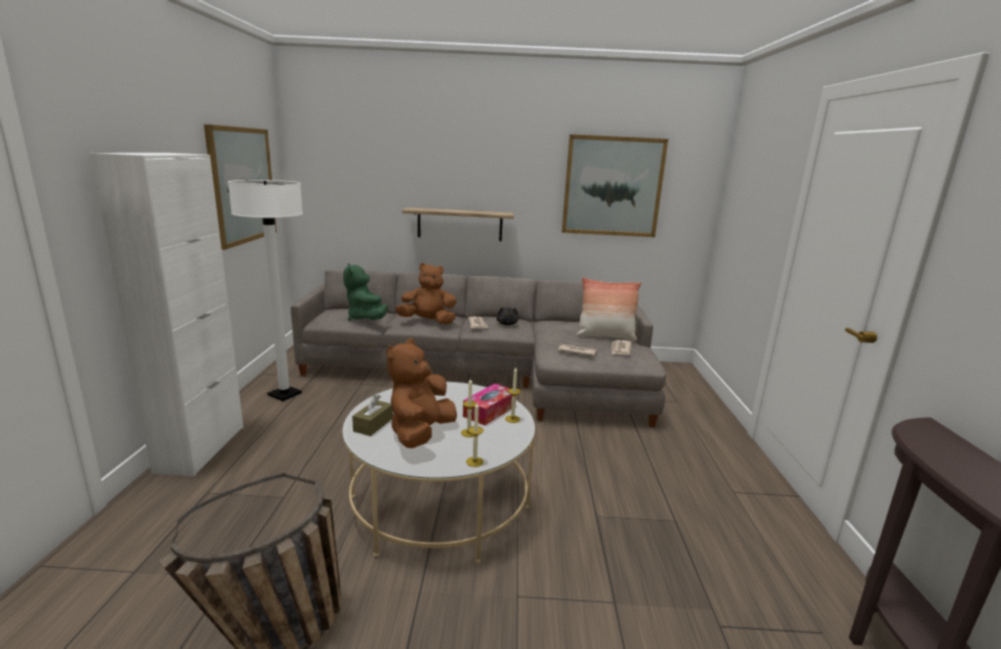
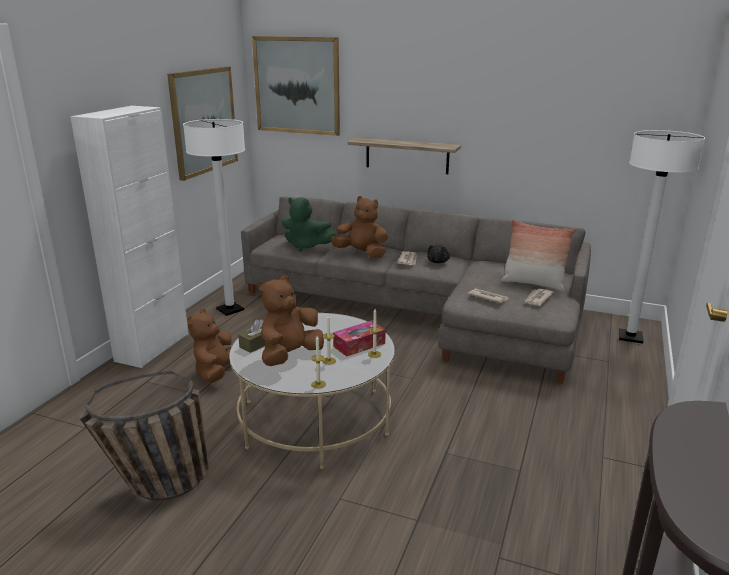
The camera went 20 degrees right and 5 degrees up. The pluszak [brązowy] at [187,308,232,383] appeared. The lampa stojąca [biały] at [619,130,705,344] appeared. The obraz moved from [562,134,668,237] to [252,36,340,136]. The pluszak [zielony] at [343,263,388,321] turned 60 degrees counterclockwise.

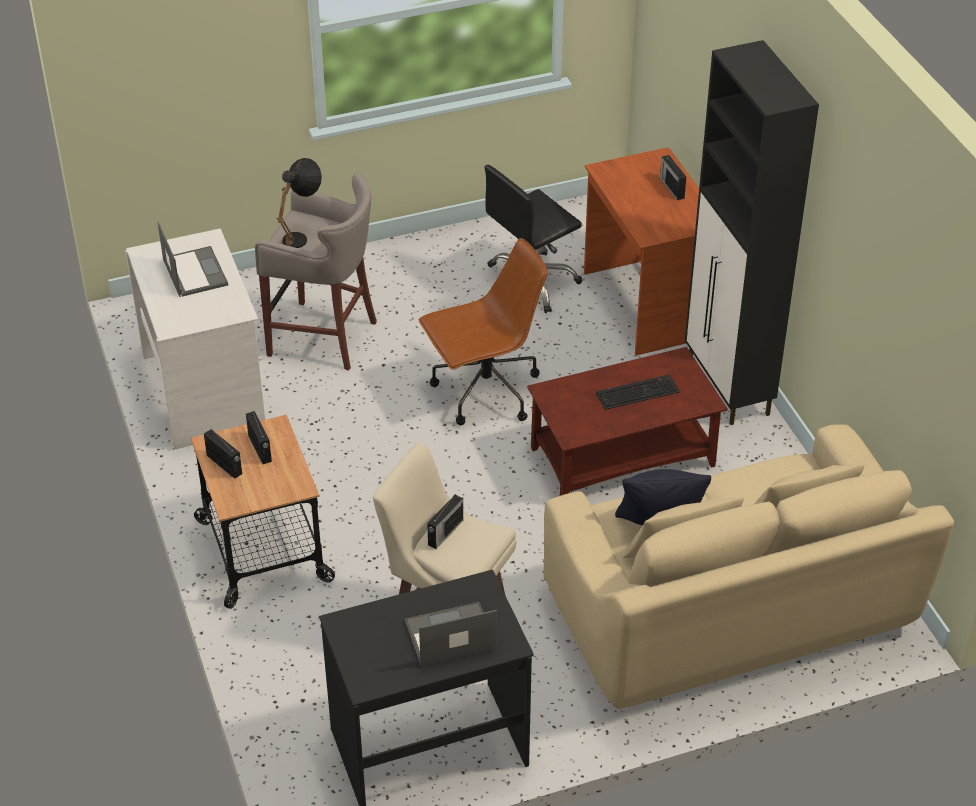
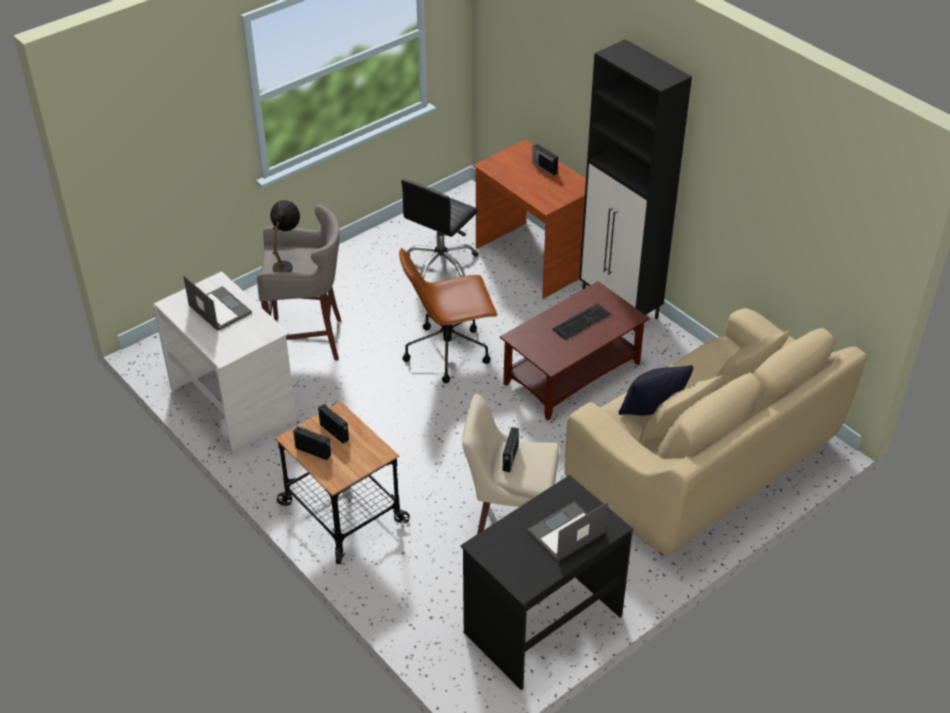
The camera went 20 degrees left and 0 degrees up. The krzesło biurowe [brązowy] at [419,238,548,425] turned 150 degrees counterclockwise.

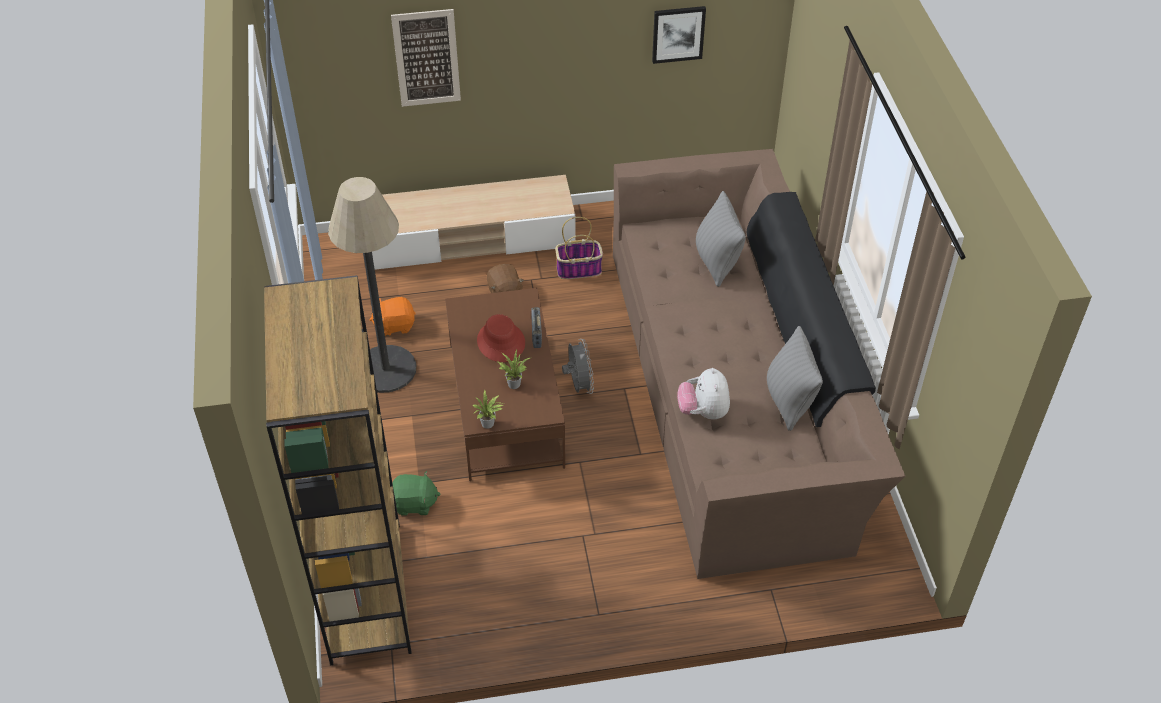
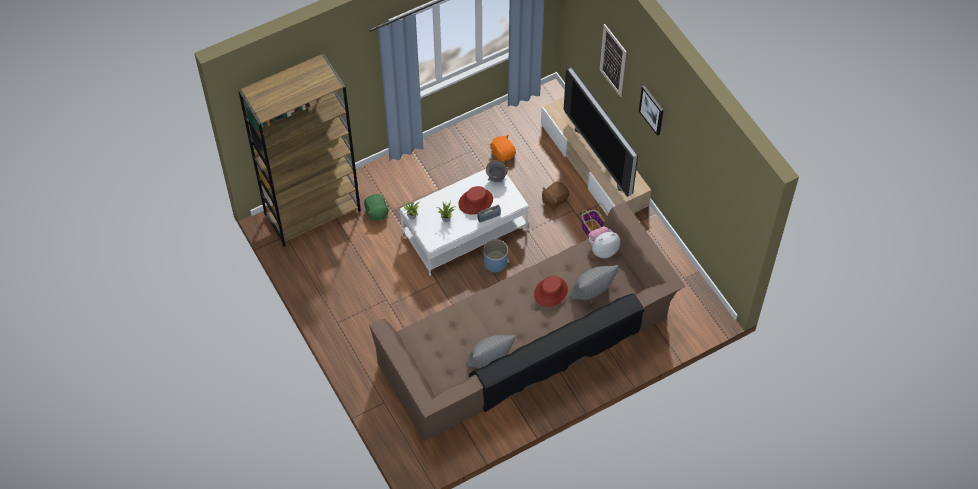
The camera went 70 degrees right and 10 degrees up. The lampa stojąca at [328,177,416,393] disappeared. The miska [szary] at [486,160,508,183] appeared. The kapelusz [czerwony] at [534,276,568,307] appeared. The telewizor at [563,67,638,197] appeared. The obraz moved from [652,6,706,64] to [639,85,663,136]. The pluszak moved from [677,368,730,419] to [588,227,620,258]. The wentylator [szary] at [562,339,594,394] was replaced by the donica [niebieski] at [483,239,508,273]. The ława [brązowy] at [445,288,565,481] became the ława [biały] at [400,169,528,276].

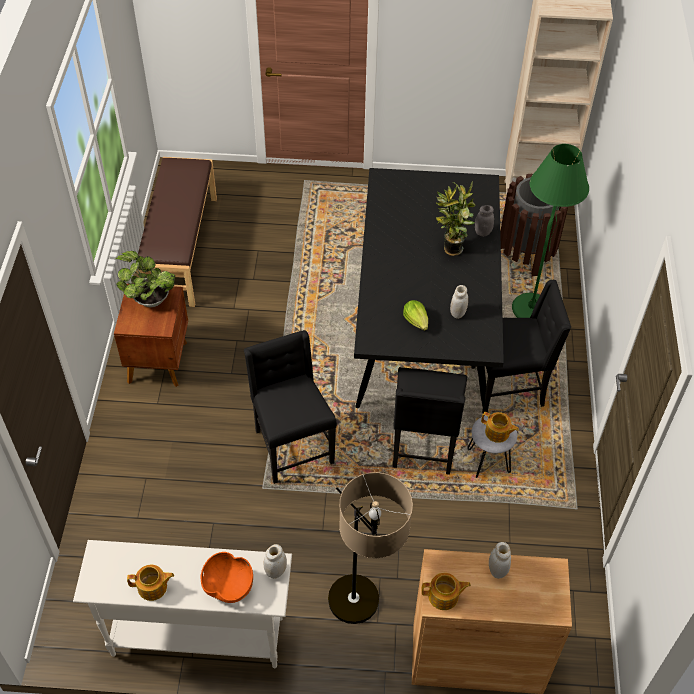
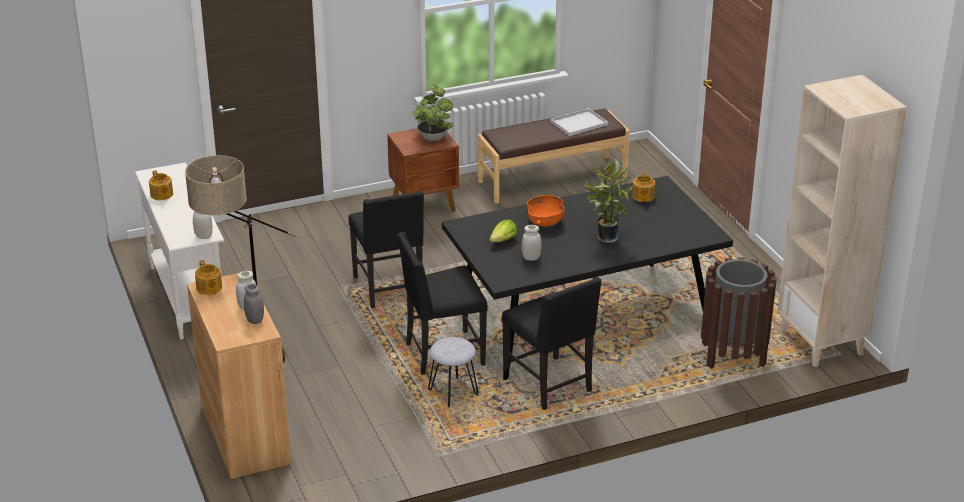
The camera went 65 degrees right and 20 degrees down. The lampa stojąca [zielony] at [512,144,589,318] disappeared. The taca [biały] at [550,108,608,136] appeared. The miska [pomarańczowy] moved from [201,552,253,603] to [527,195,565,226]. The słoik [szary] moved from [475,205,494,236] to [244,284,264,324]. The imbryk moved from [481,412,519,443] to [632,171,655,202]. The krzesło [czarny] at [244,330,337,484] turned 120 degrees clockwise.

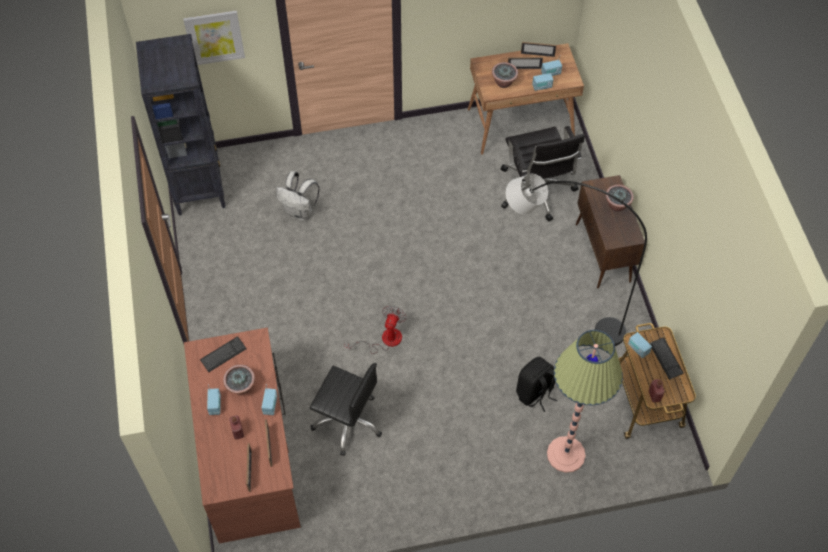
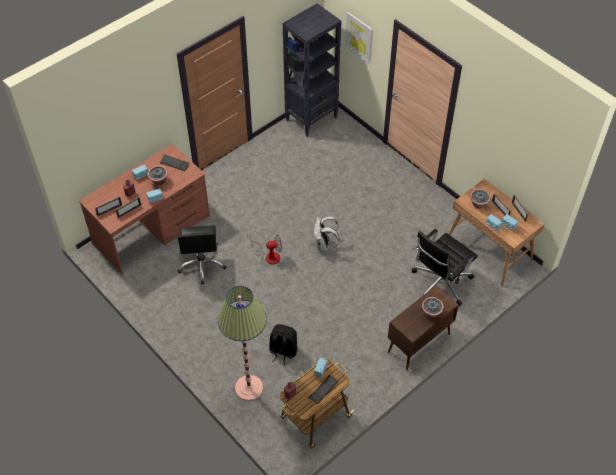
The camera went 60 degrees right and 5 degrees down. The lampa stojąca [czarny] at [506,174,647,346] disappeared. The plecak [biały] moved from [276,171,319,220] to [313,216,339,251].

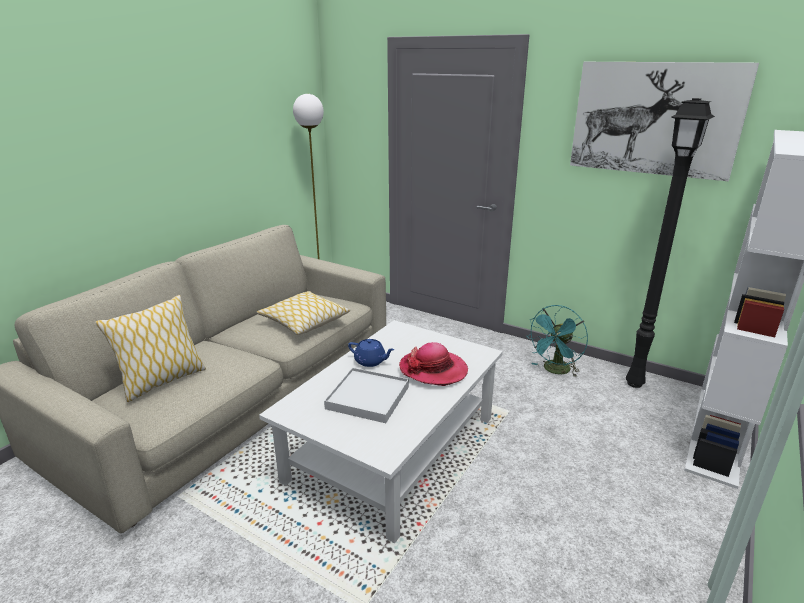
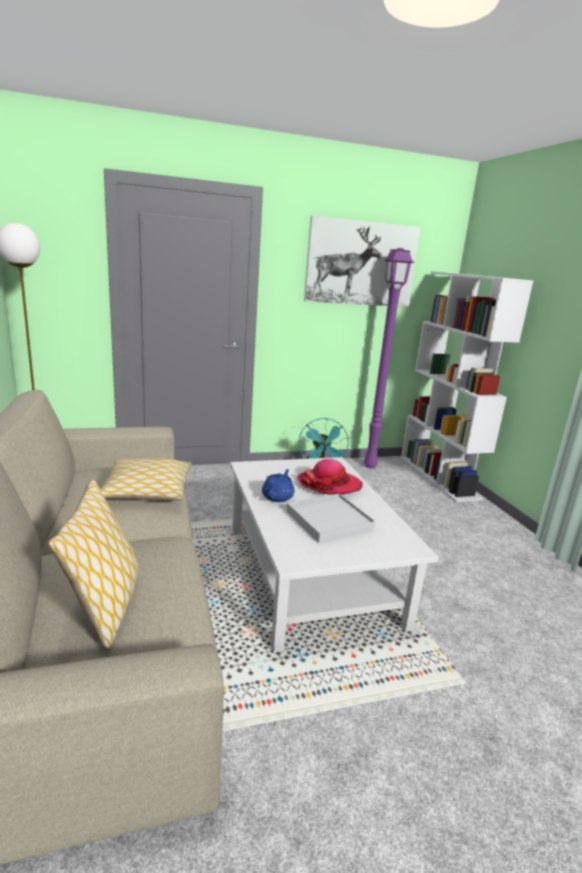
The camera went 50 degrees left and 5 degrees down. The lampa stojąca [czarny] at [626,98,715,388] became the lampa stojąca [fioletowy] at [364,248,414,469]. The imbryk [niebieski] at [348,339,395,367] turned 45 degrees counterclockwise.

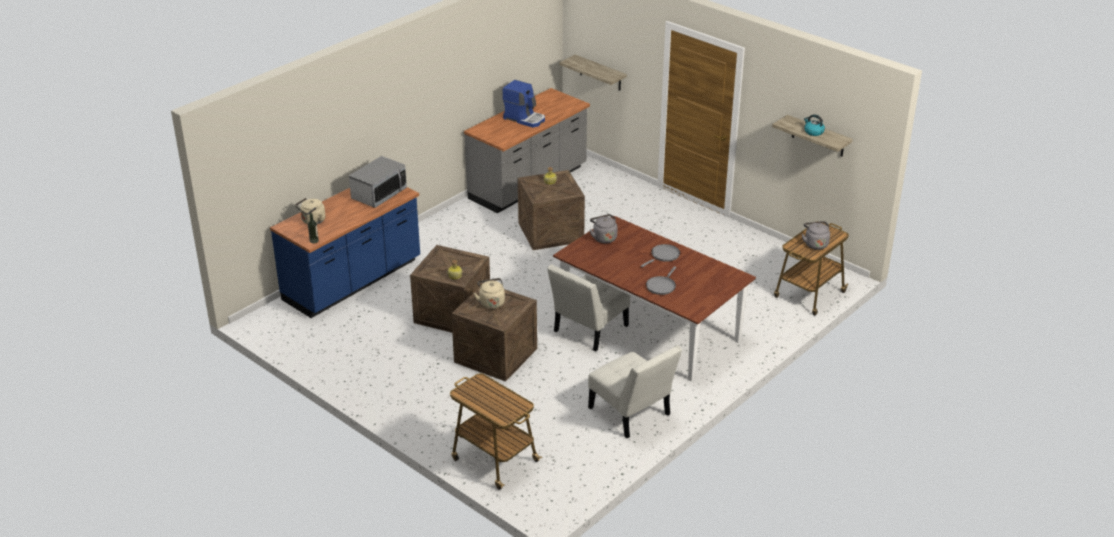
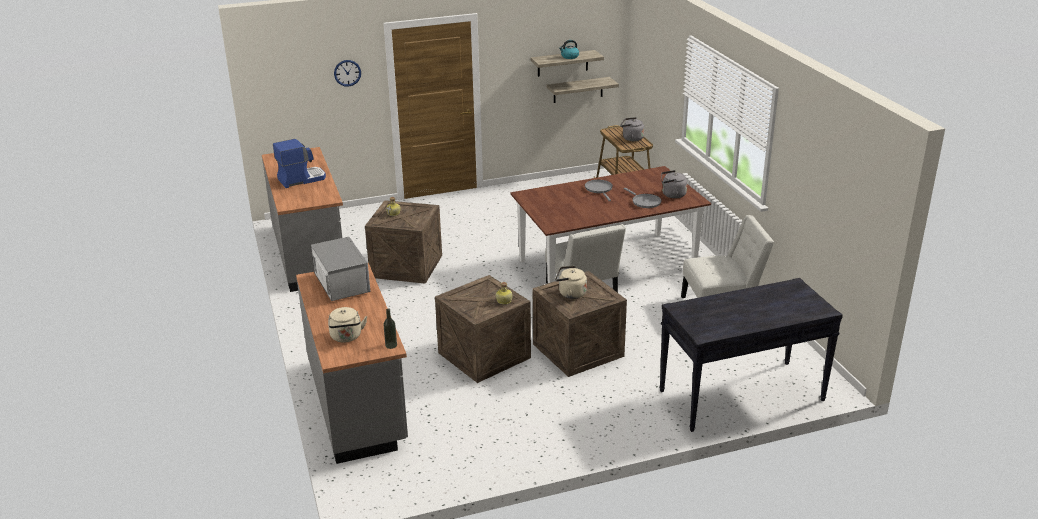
The camera went 60 degrees left and 5 degrees down. The zegar ścienny at [334,60,361,87] appeared. The półka moved from [560,55,627,90] to [547,77,619,103]. The czajnik [szary] moved from [590,214,617,243] to [661,170,687,198]. The wózek at [450,373,542,490] was replaced by the stolik konsolowy [czarny] at [660,278,843,432]. The zabudowa kuchenna [niebieski] at [270,187,420,318] became the zabudowa kuchenna [szary] at [296,263,408,464].

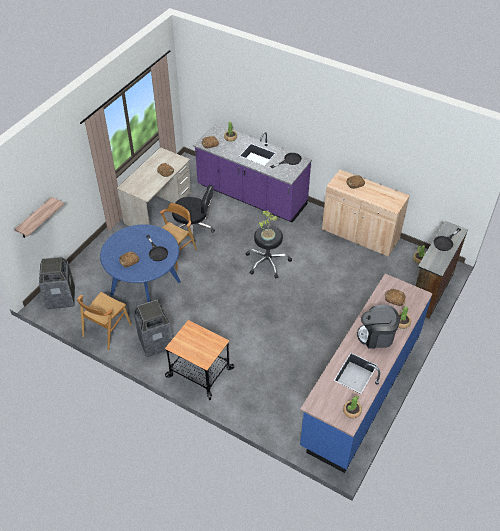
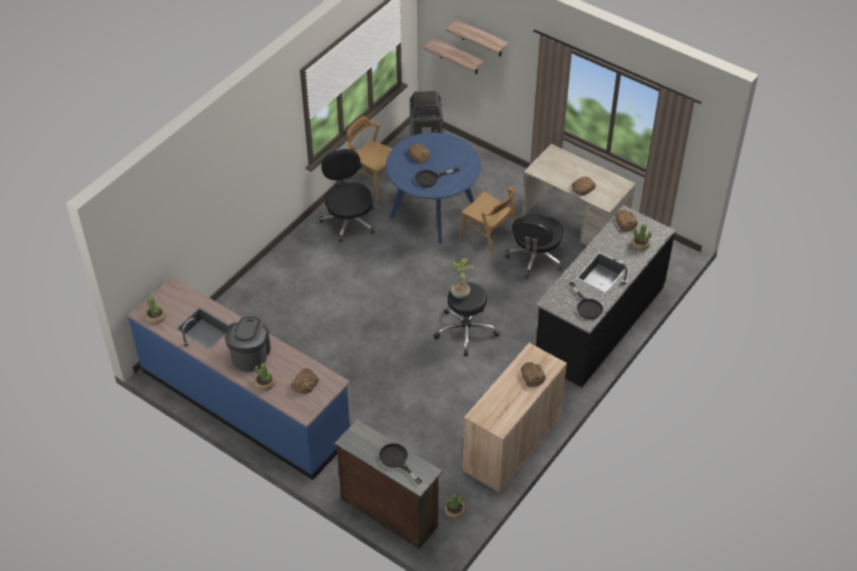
The camera went 95 degrees right and 0 degrees up. The wózek at [165,320,234,400] disappeared. The półka at [446,19,509,57] appeared. The kosz na śmieci at [133,300,172,357] was replaced by the krzesło biurowe [czarny] at [320,149,375,242]. The zabudowa kuchenna [fioletowy] at [193,123,312,223] became the zabudowa kuchenna [czarny] at [536,205,676,388].

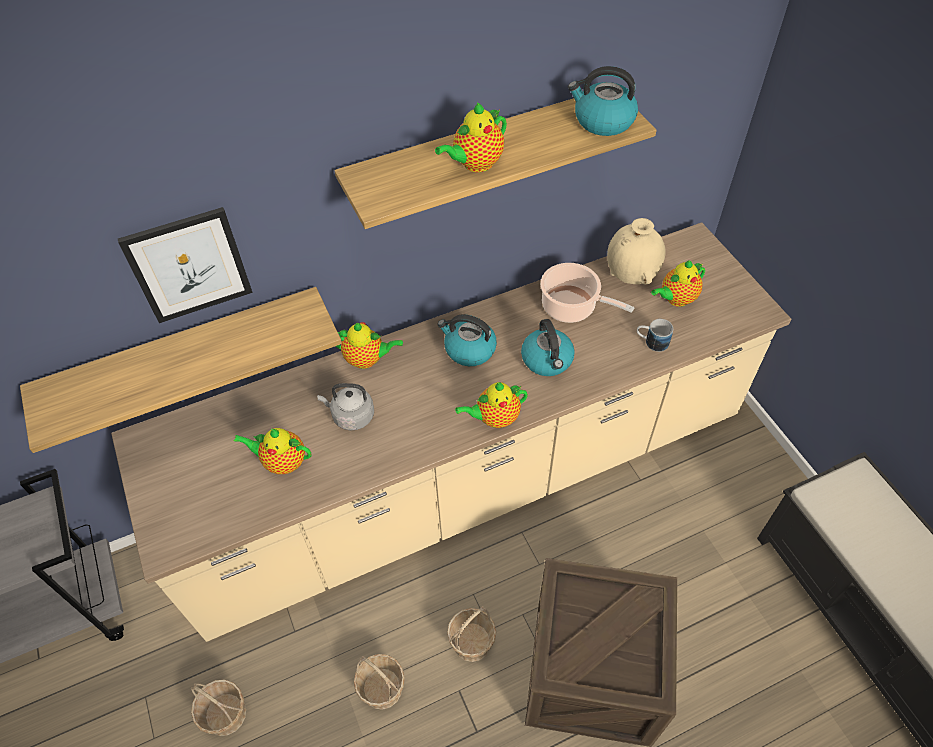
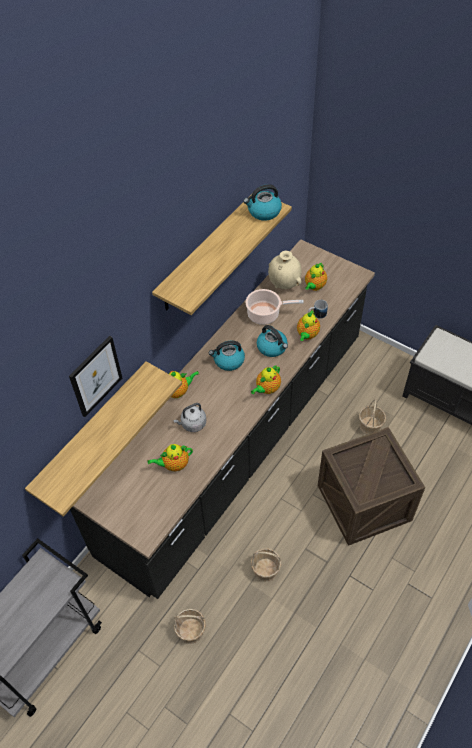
The camera went 30 degrees left and 0 degrees up. The imbryk moved from [435,103,507,172] to [297,310,320,341]. The koszyk moved from [447,606,496,662] to [359,399,386,434]. The zabudowa kuchenna [beżowy] at [111,222,792,642] became the zabudowa kuchenna [czarny] at [70,239,375,599].

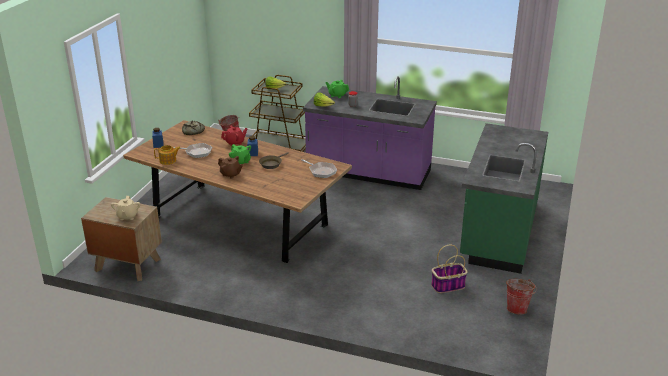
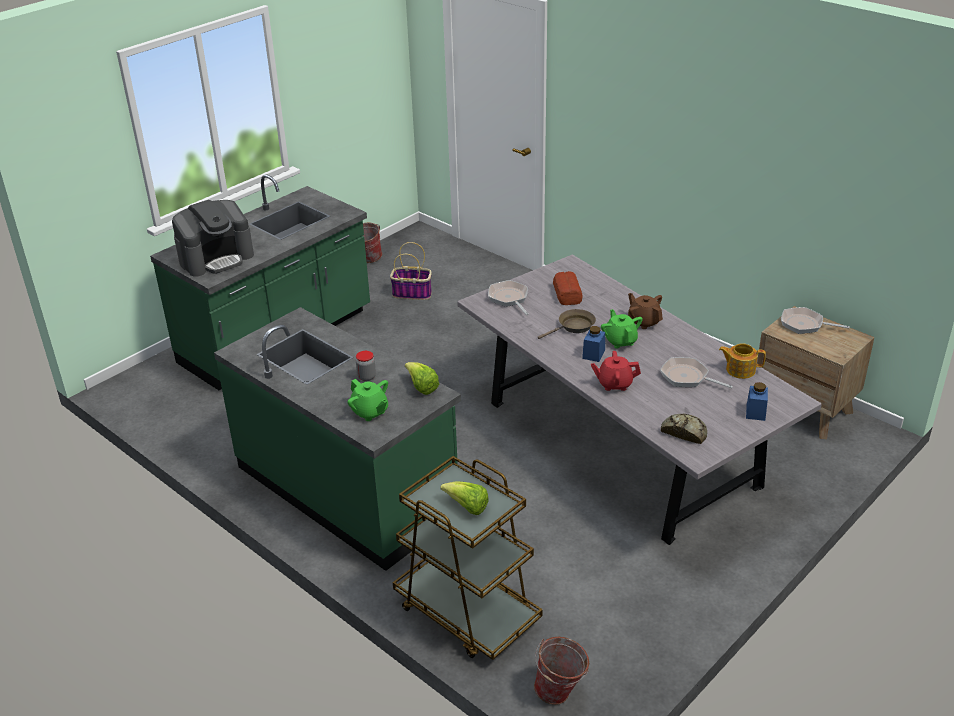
The camera went 155 degrees left and 5 degrees up. The ekspres do kawy at [172,200,254,276] appeared. The chleb at [553,271,583,305] appeared. The imbryk [beżowy] at [111,196,141,220] was replaced by the patelnia at [781,307,850,334]. The stół jadalny [brązowy] at [123,120,352,263] became the stół jadalny [szary] at [457,254,822,545]. The zabudowa kuchenna [fioletowy] at [303,76,437,190] became the zabudowa kuchenna [zielony] at [214,307,461,571].

